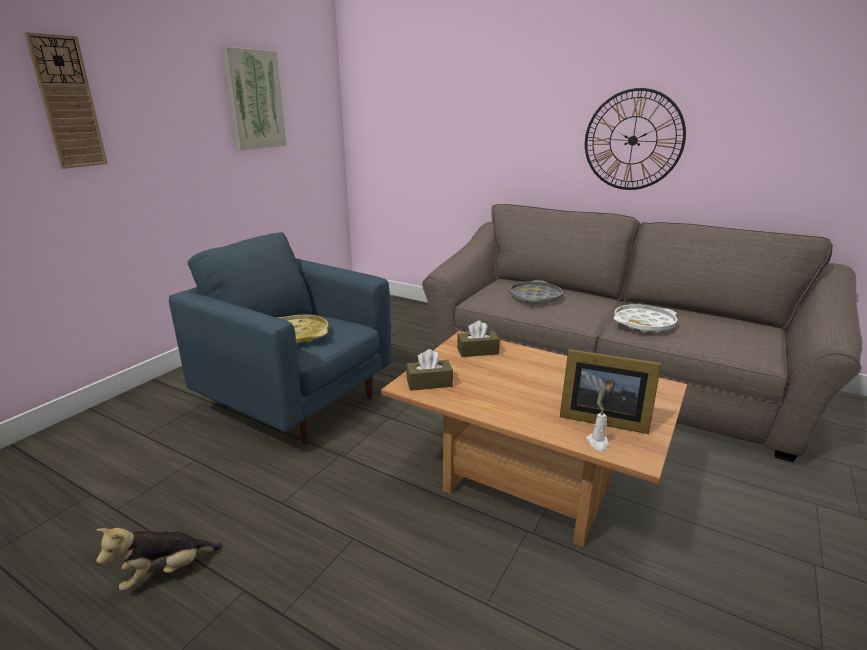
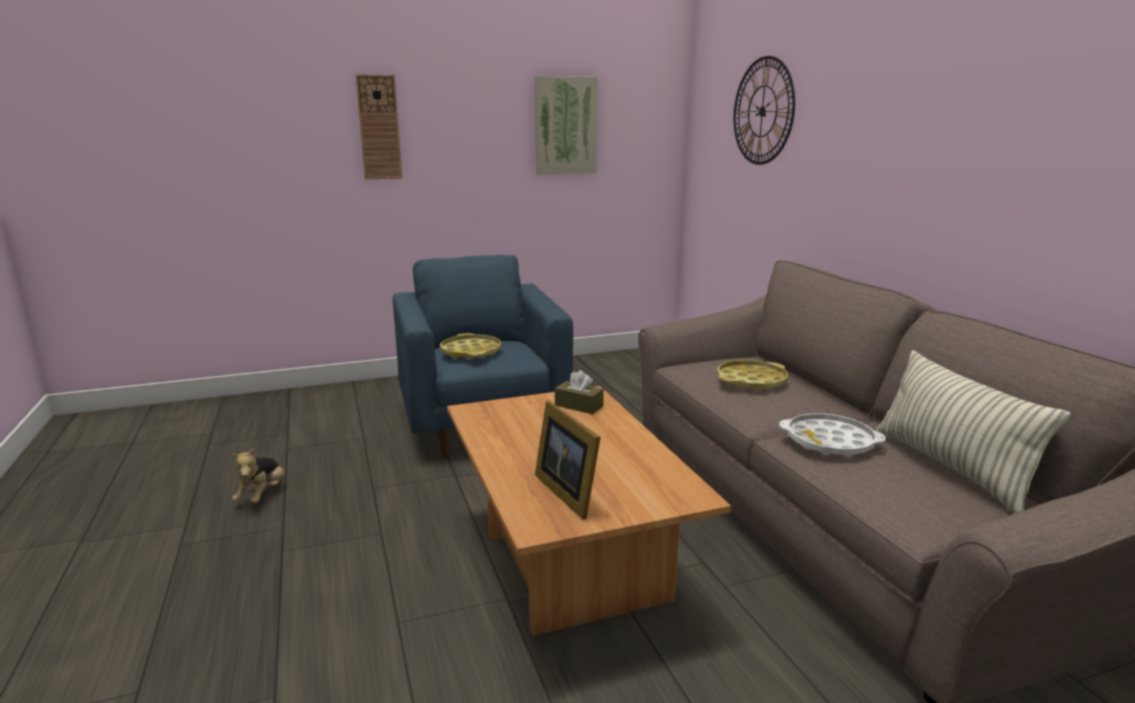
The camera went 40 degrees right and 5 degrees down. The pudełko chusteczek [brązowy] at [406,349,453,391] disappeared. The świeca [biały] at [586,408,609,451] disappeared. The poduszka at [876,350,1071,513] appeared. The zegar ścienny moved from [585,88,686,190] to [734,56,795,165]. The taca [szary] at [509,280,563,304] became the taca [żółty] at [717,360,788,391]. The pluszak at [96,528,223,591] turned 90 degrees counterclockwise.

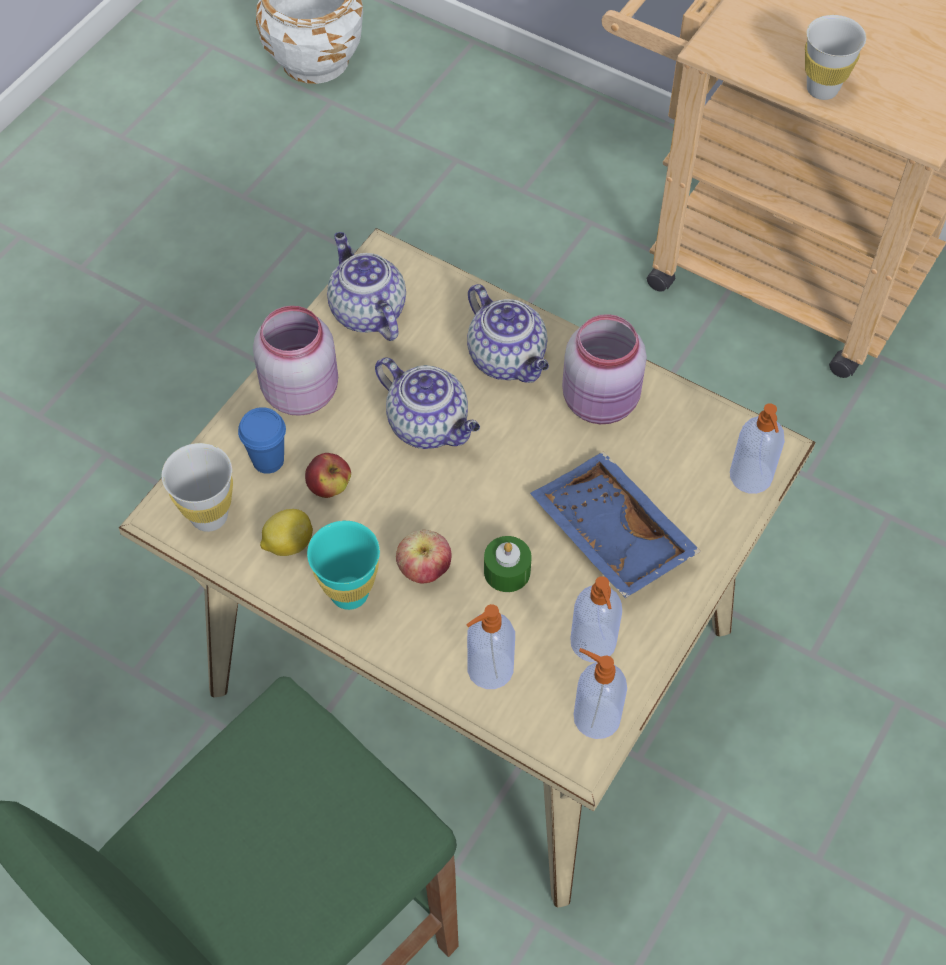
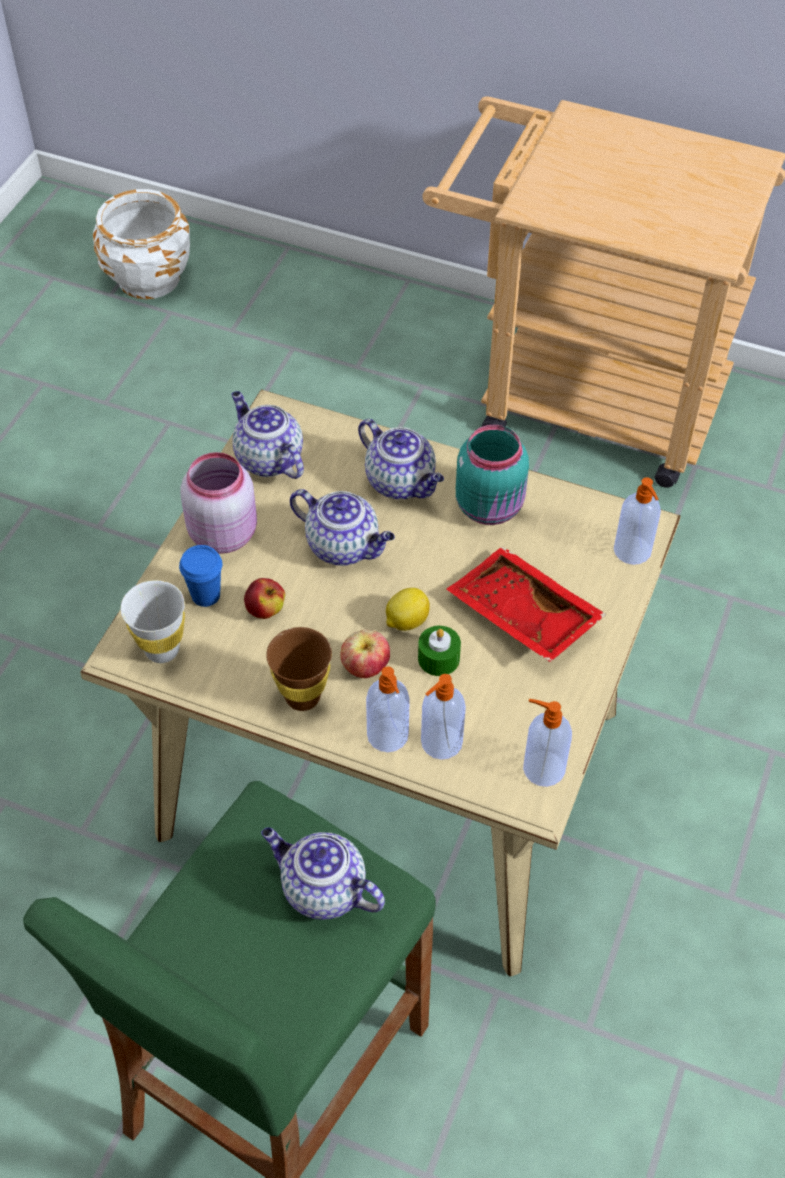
The camera went 10 degrees left and 5 degrees down. The filiżanka [biały] at [805,15,866,100] disappeared. The imbryk at [261,827,385,920] appeared. The cytryna moved from [260,509,313,556] to [386,588,430,631]. The dozownik mydła moved from [571,576,622,662] to [366,666,410,752]. The filiżanka [turkusowy] at [307,521,380,610] became the filiżanka [brązowy] at [266,627,332,711]. The taca [niebieski] at [530,452,701,598] became the taca [czerwony] at [446,546,607,662]. The słoik [różowy] at [562,314,647,424] became the słoik [turkusowy] at [456,425,529,525].

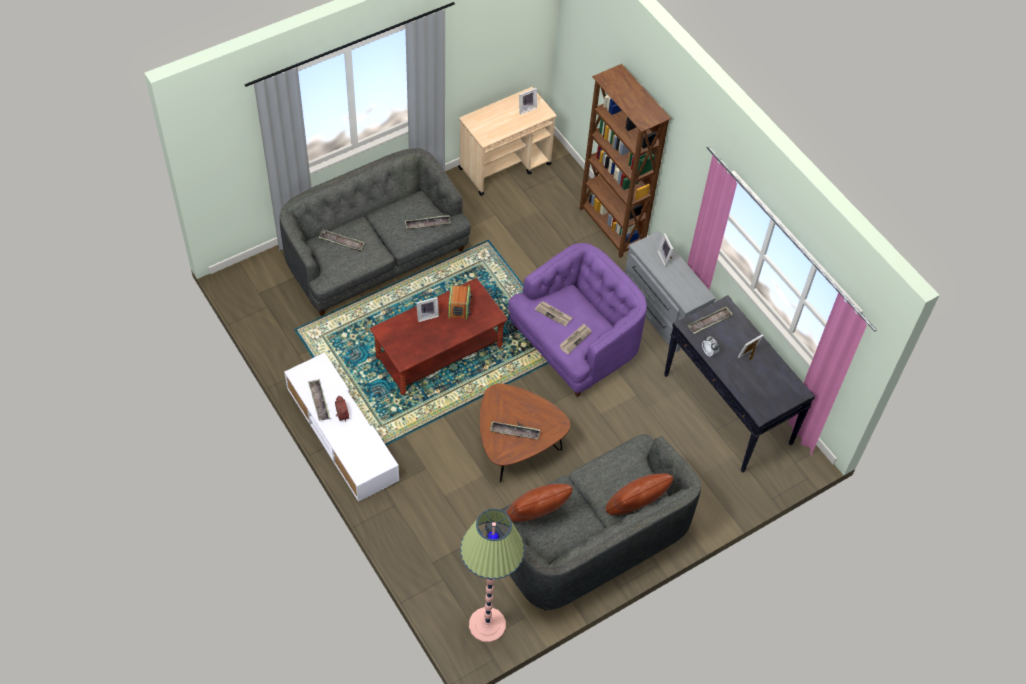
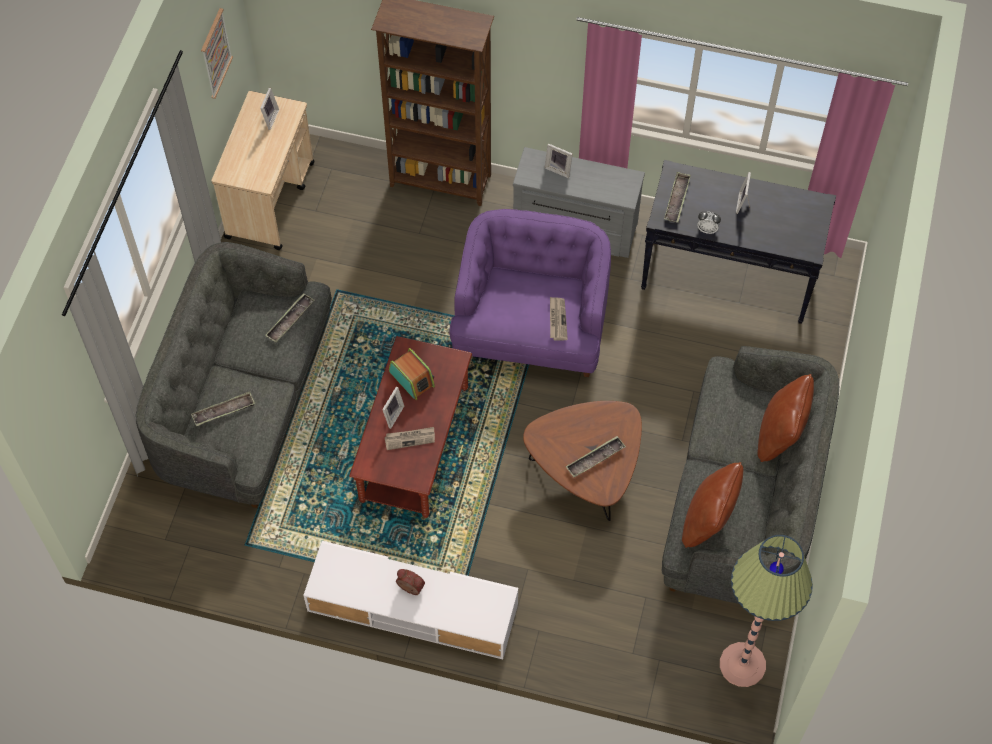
The camera went 40 degrees left and 5 degrees up. The taca at [308,379,330,421] disappeared. The obraz at [201,8,233,99] appeared. The gazeta moved from [535,301,572,326] to [385,427,435,450].

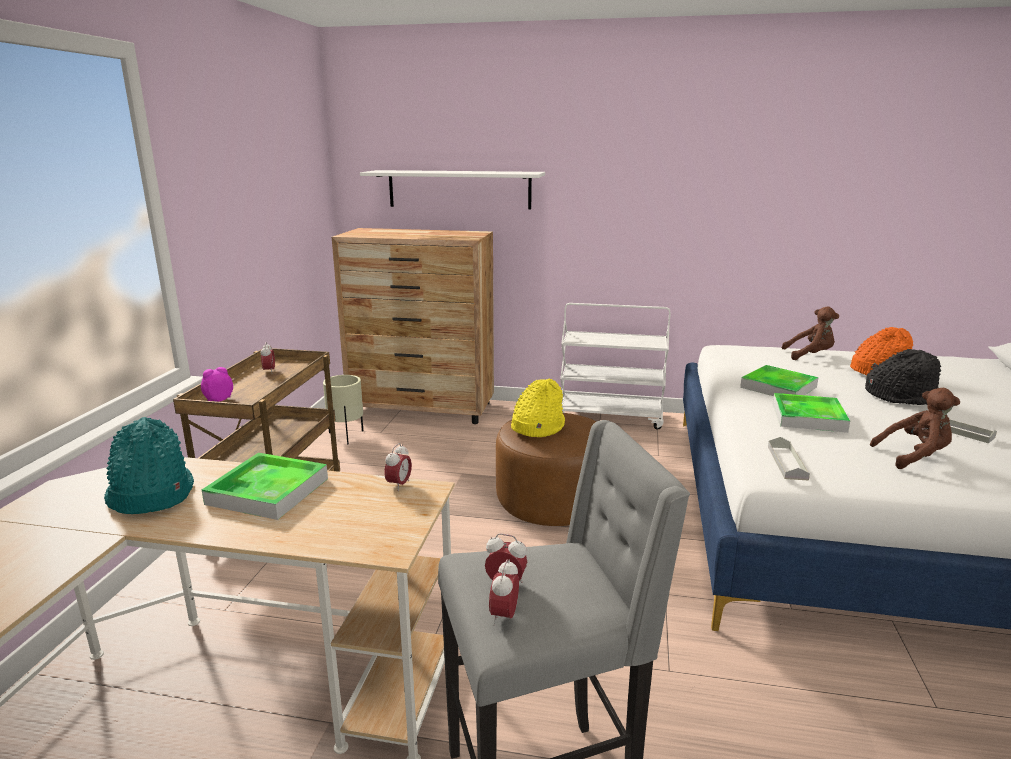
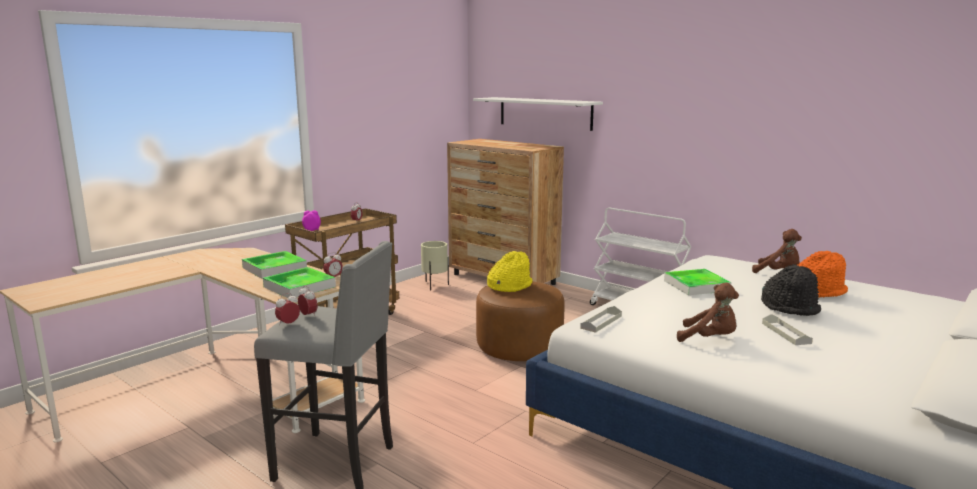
The camera went 30 degrees right and 5 degrees down. The kapelusz [turkusowy] at [104,417,194,514] disappeared. The taca moved from [773,393,850,433] to [263,267,336,298].

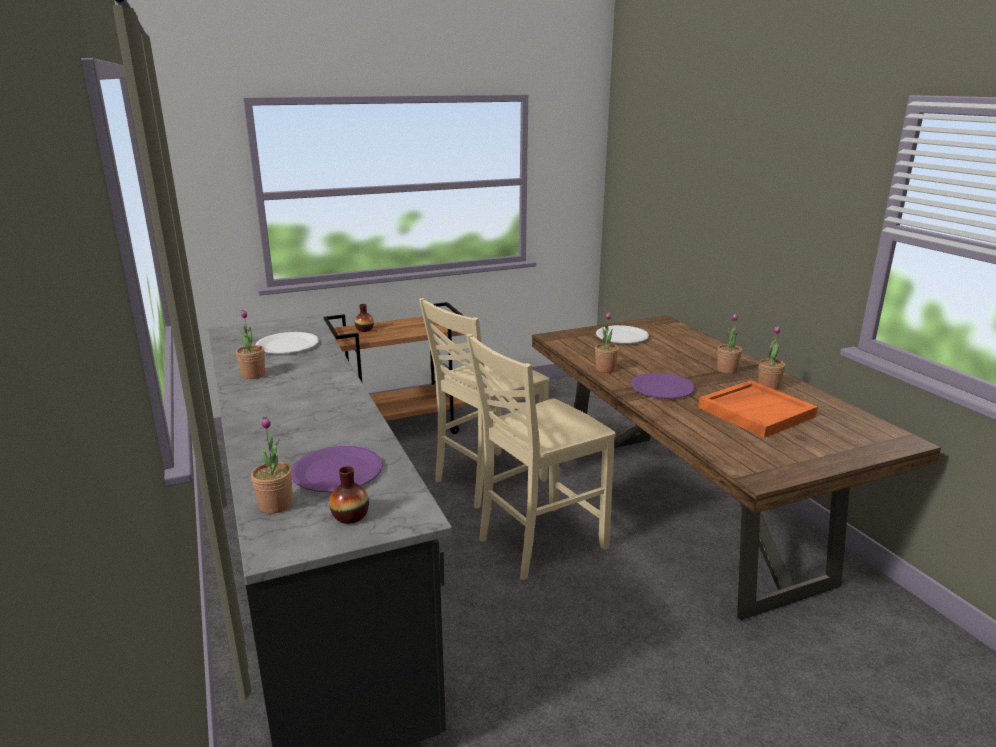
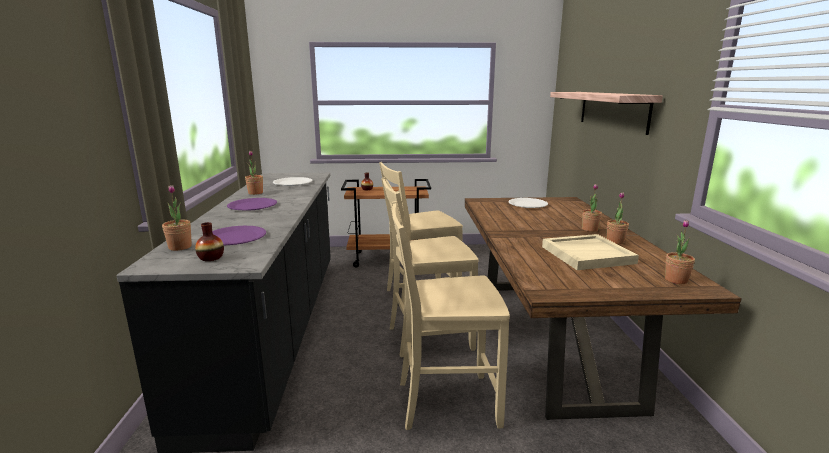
The camera went 20 degrees right and 5 degrees down. The krzesło [beżowy] at [392,201,510,430] appeared. The półka at [550,92,663,135] appeared. The roślina doniczkowa moved from [595,312,619,373] to [665,219,695,284]. The talerz [fioletowy] moved from [631,373,695,398] to [227,198,277,211]. The taca [pomarańczowy] at [698,380,818,438] became the taca [beżowy] at [542,234,639,270].

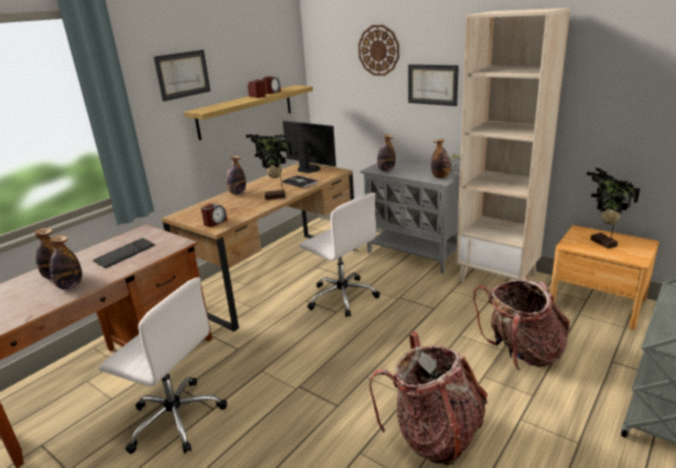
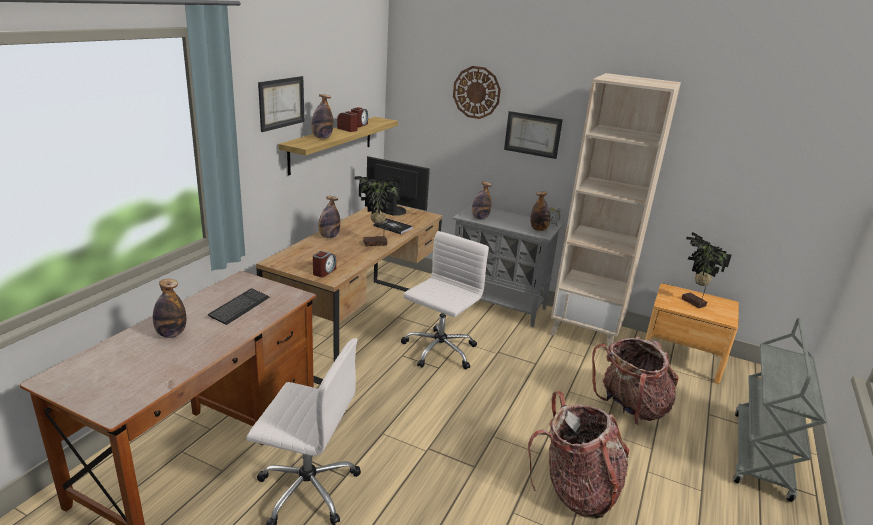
The camera went 15 degrees left and 0 degrees up. The butelka moved from [49,235,82,290] to [311,94,333,139]. The krzesło biurowe [biały] at [299,193,380,317] turned 90 degrees counterclockwise.

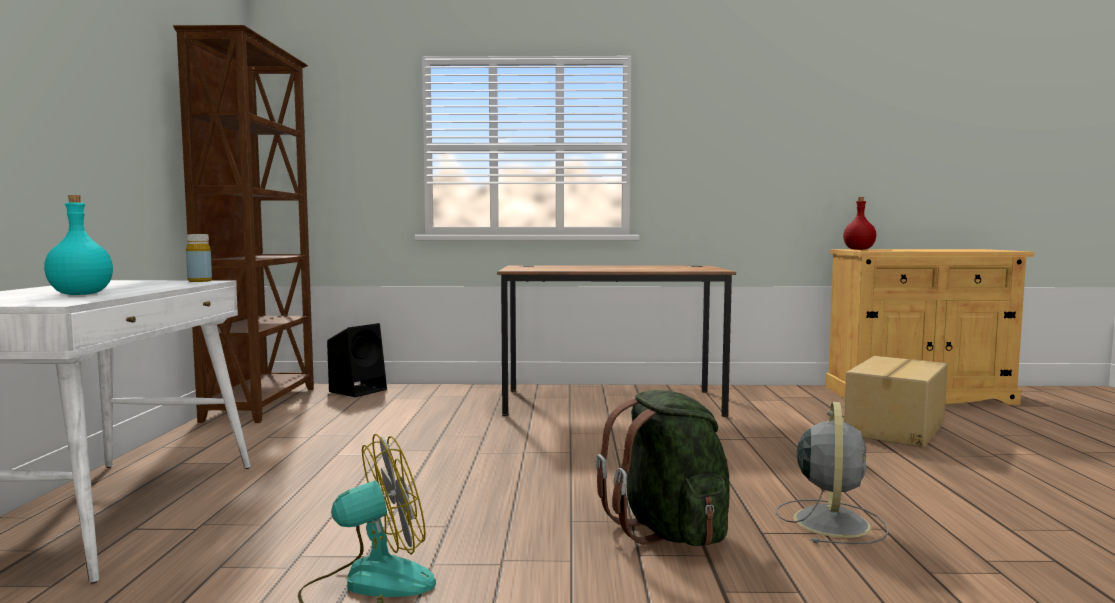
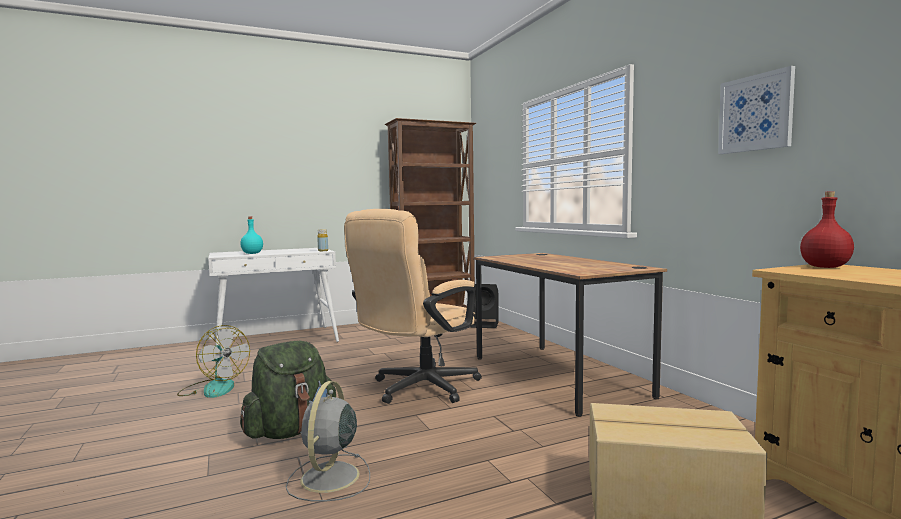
The camera went 65 degrees right and 0 degrees up. The krzesło biurowe [beżowy] at [344,209,482,404] appeared. The obraz at [718,66,795,154] appeared. The wentylator [szary] at [776,402,889,544] turned 105 degrees clockwise.

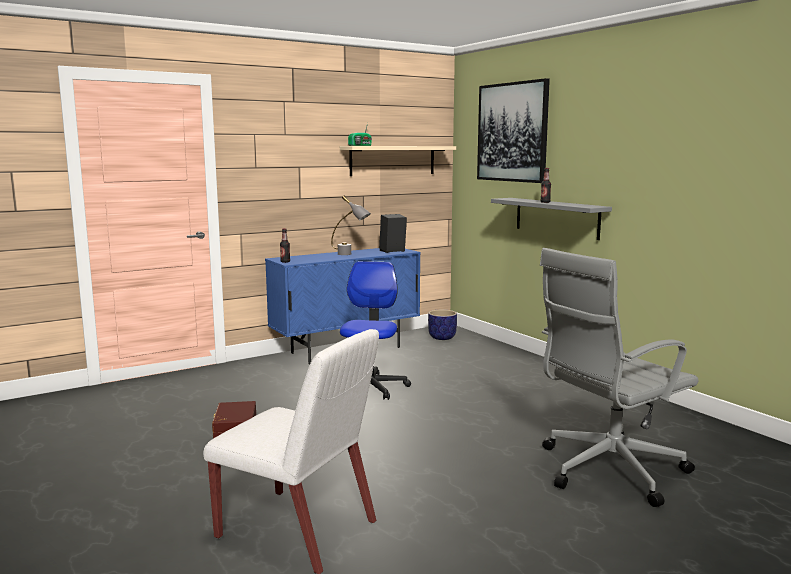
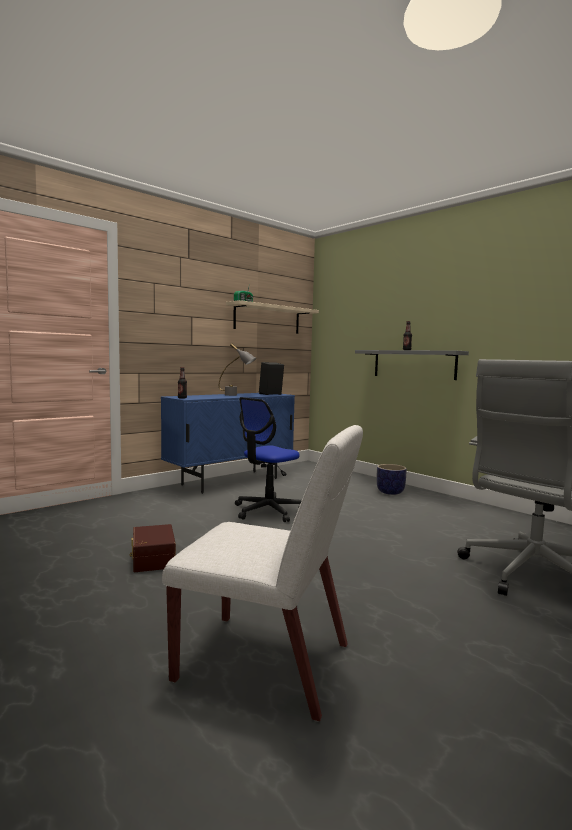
The camera went 10 degrees left and 5 degrees down. The obraz at [477,78,550,183] disappeared. The donica moved from [428,310,457,340] to [377,464,407,495]. The krzesło biurowe at [340,261,411,400] turned 135 degrees counterclockwise.

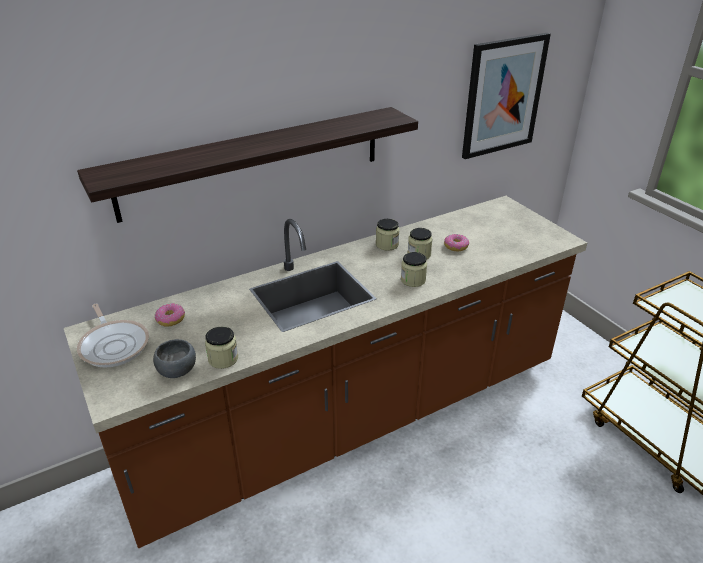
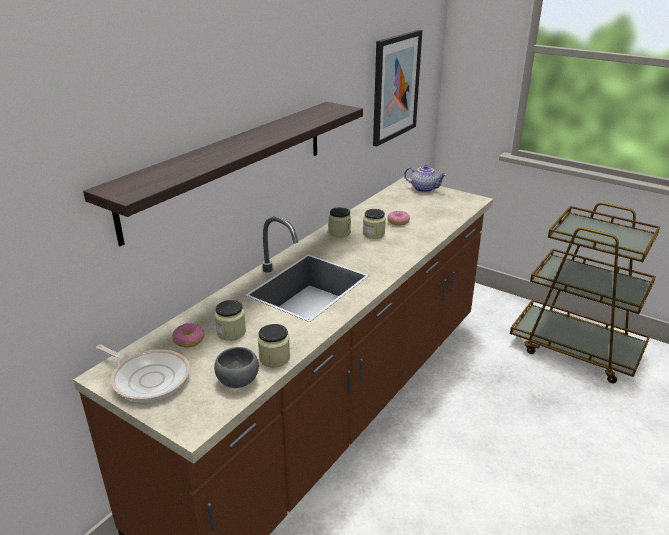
The camera went 25 degrees left and 5 degrees down. The imbryk at [405,165,447,193] appeared. The słoik moved from [401,252,427,287] to [215,300,246,341].

